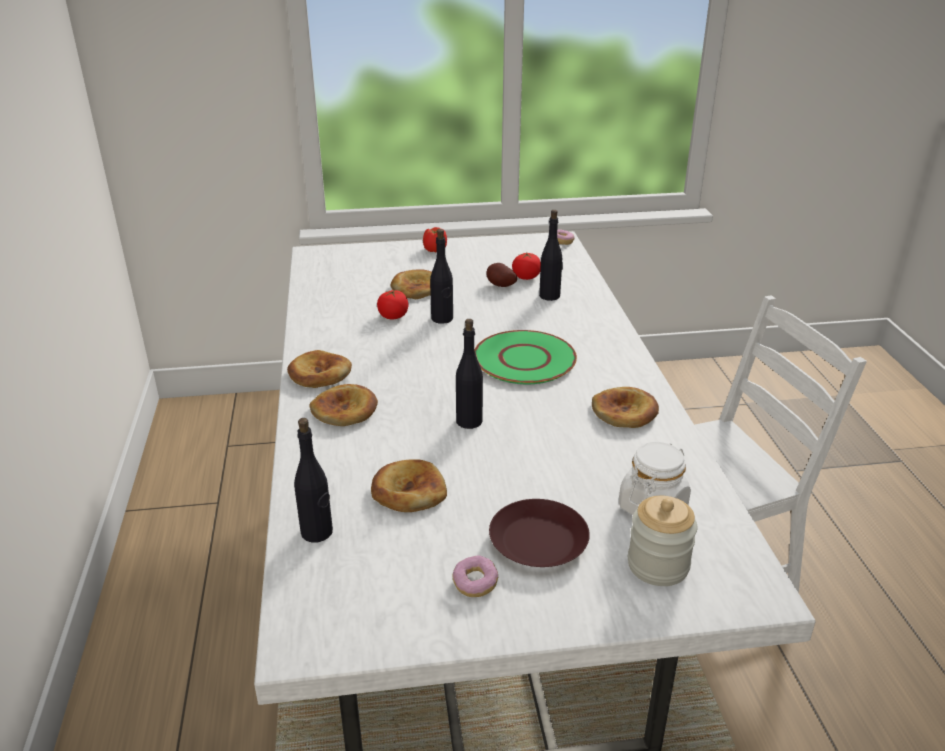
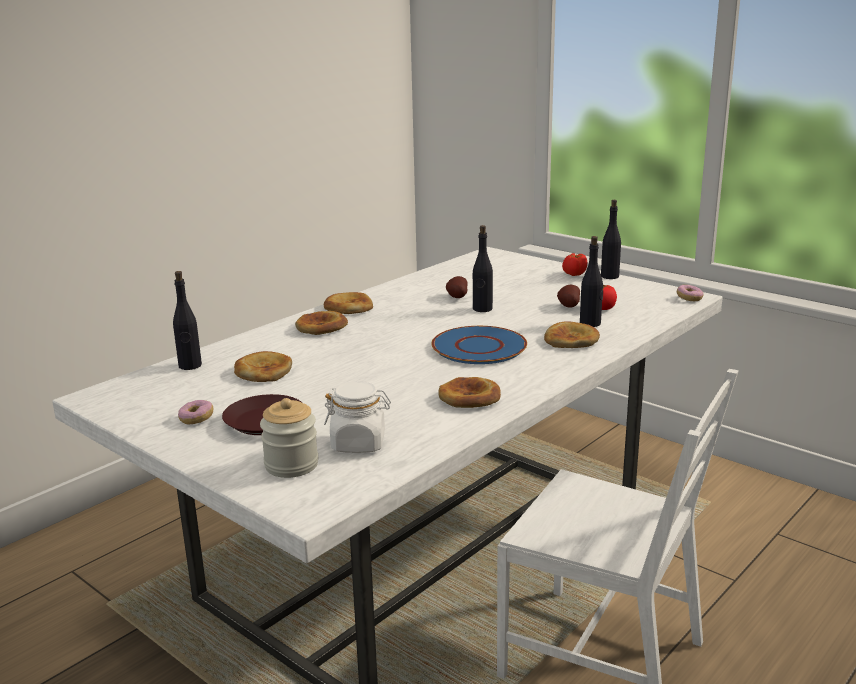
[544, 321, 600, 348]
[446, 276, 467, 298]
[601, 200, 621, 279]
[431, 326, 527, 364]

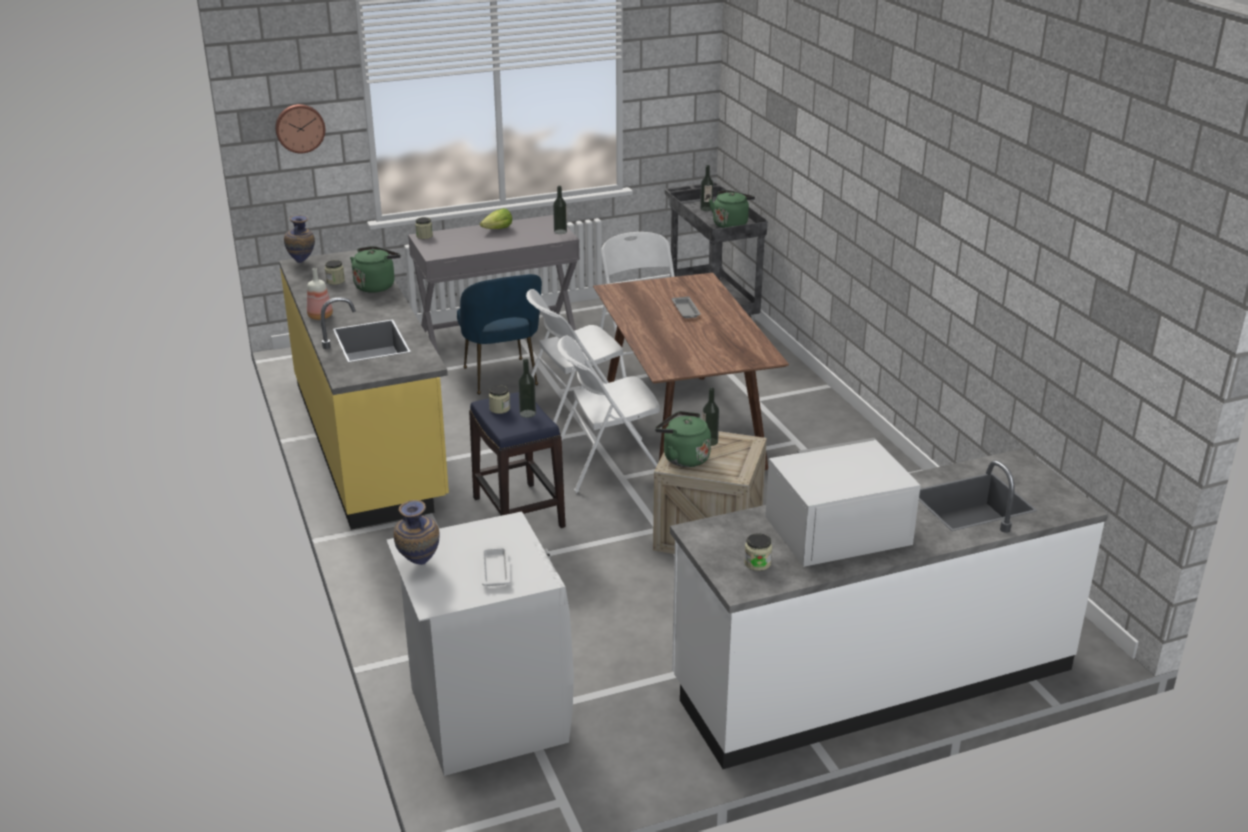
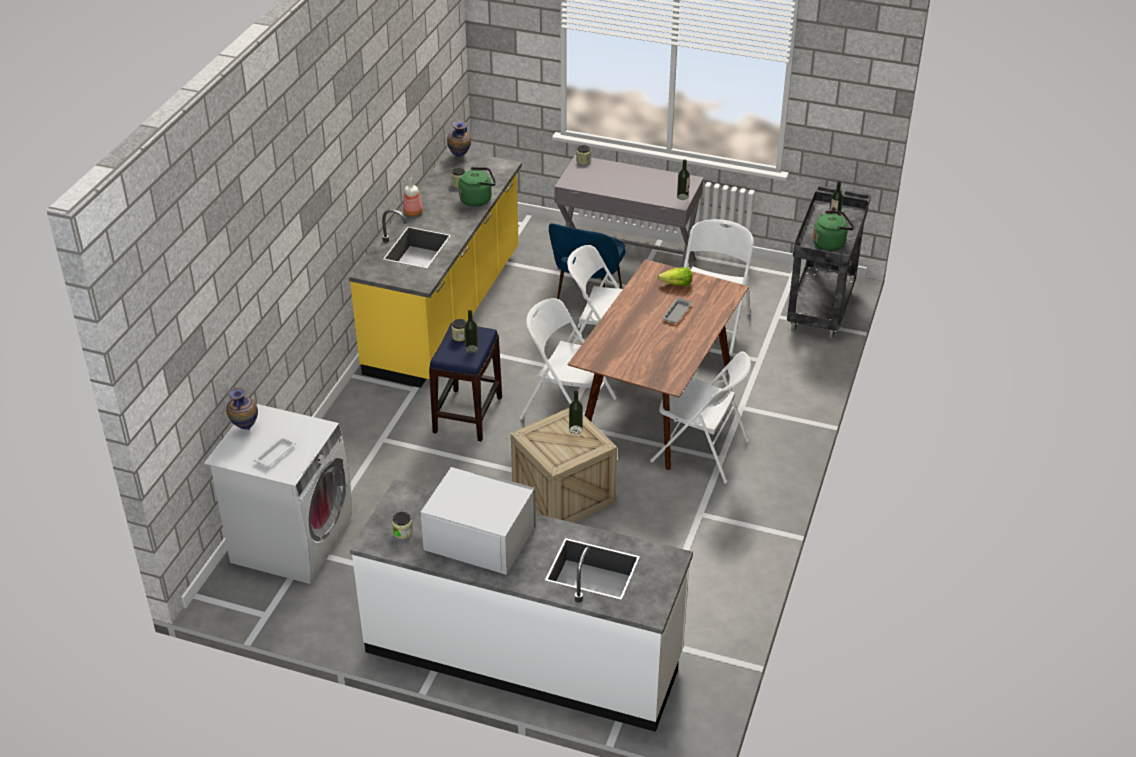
[275, 104, 325, 153] (first image)
[658, 267, 692, 286]
[655, 411, 711, 467] (first image)
[650, 351, 751, 484]

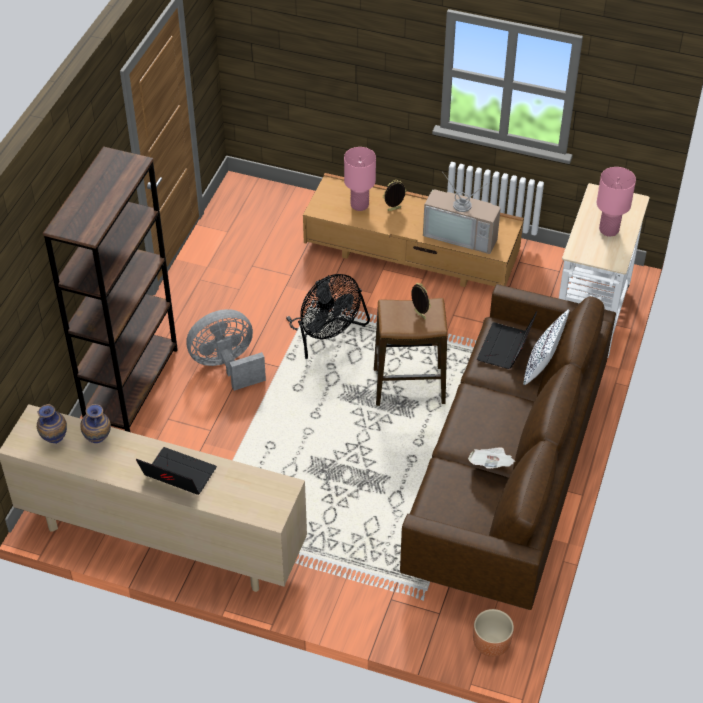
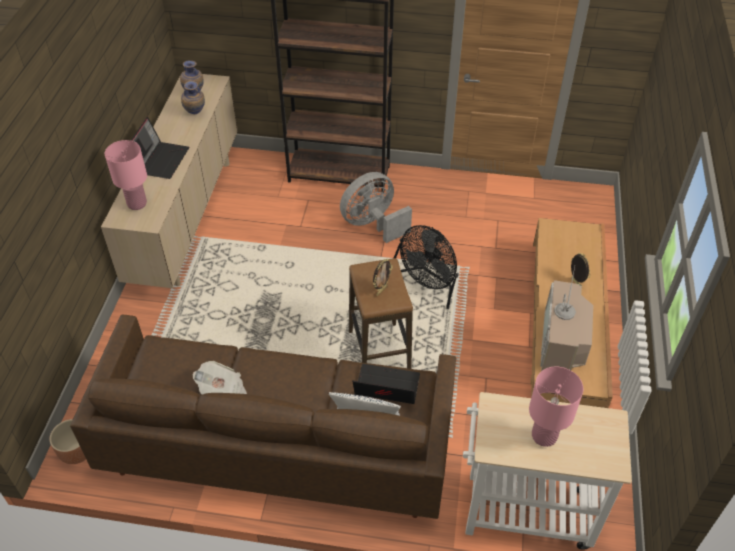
[105, 140, 147, 210]
[340, 172, 412, 243]

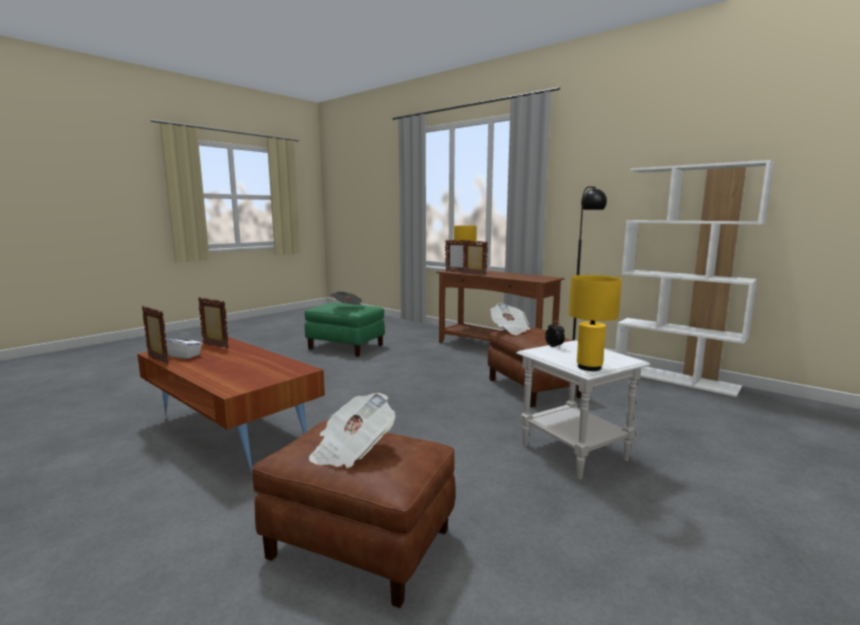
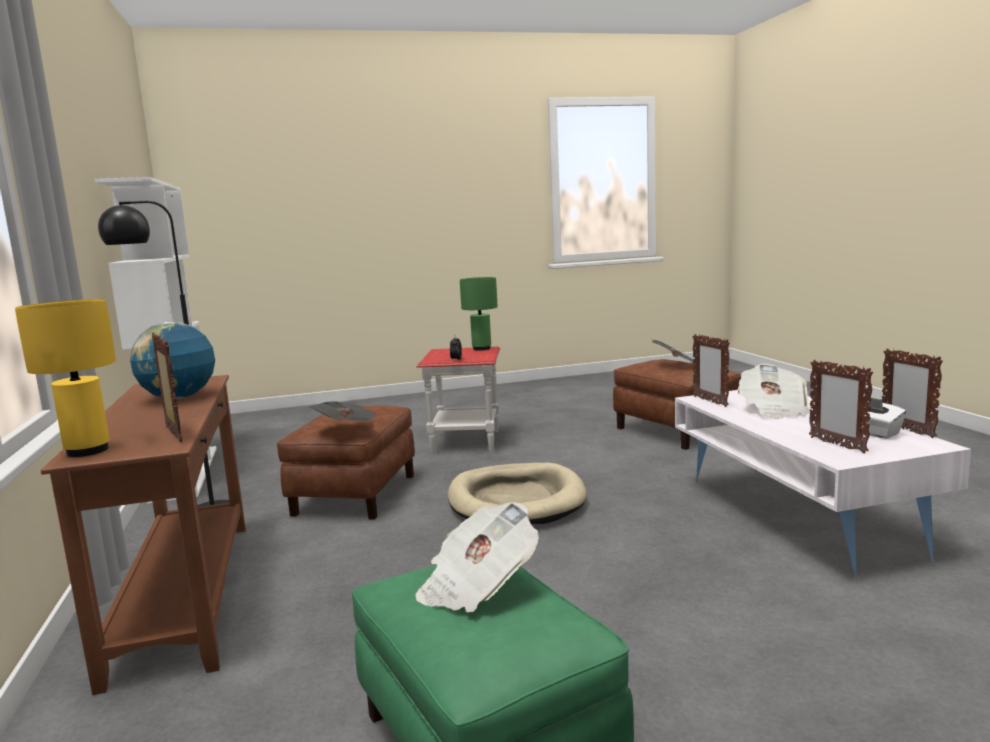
[693, 334, 730, 407]
[460, 277, 497, 351]
[675, 390, 971, 583]
[416, 347, 500, 454]
[130, 322, 215, 399]
[738, 364, 808, 420]
[448, 463, 587, 524]

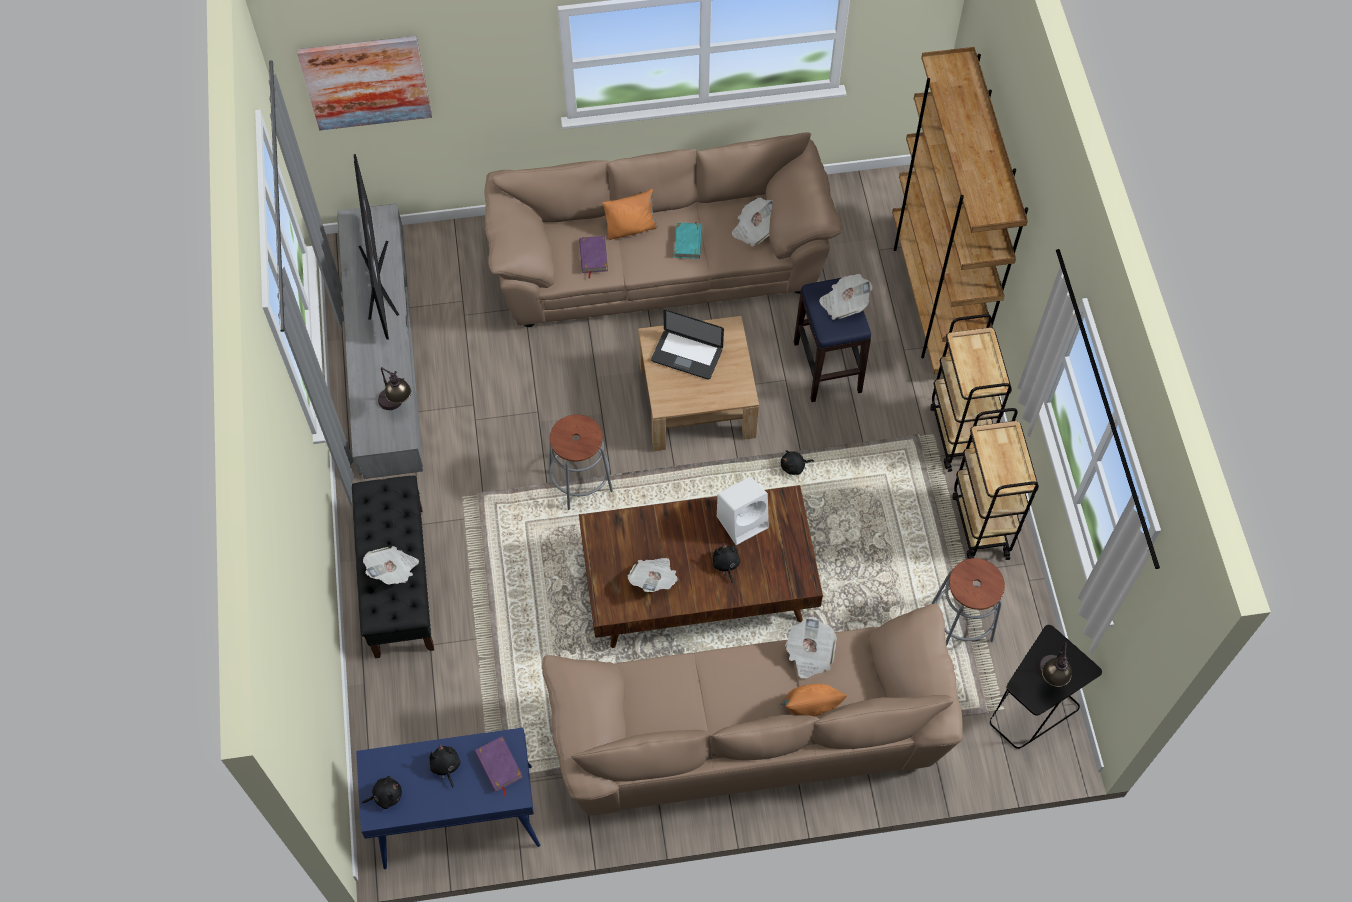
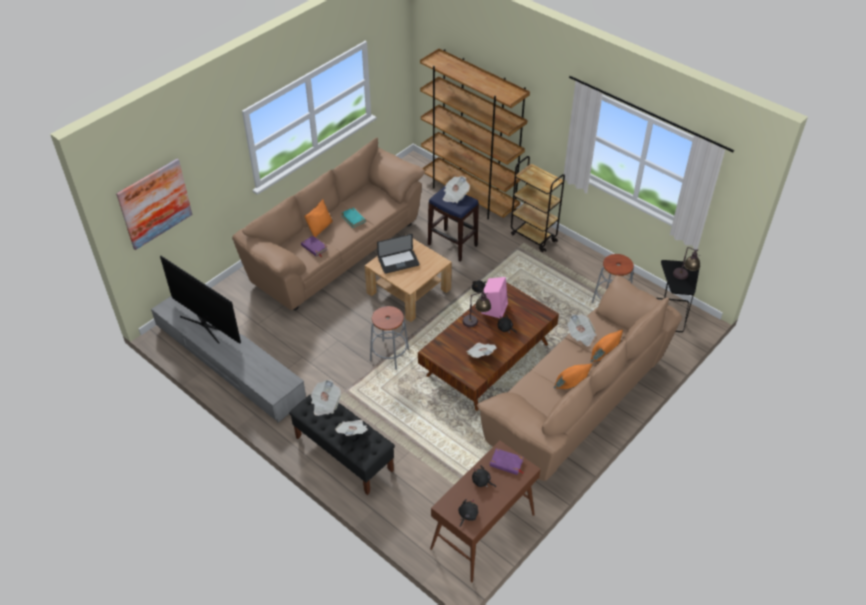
[311, 380, 342, 416]
[462, 290, 491, 327]
[952, 408, 1039, 560] (first image)
[481, 277, 508, 318]
[430, 440, 541, 583]
[554, 364, 592, 389]

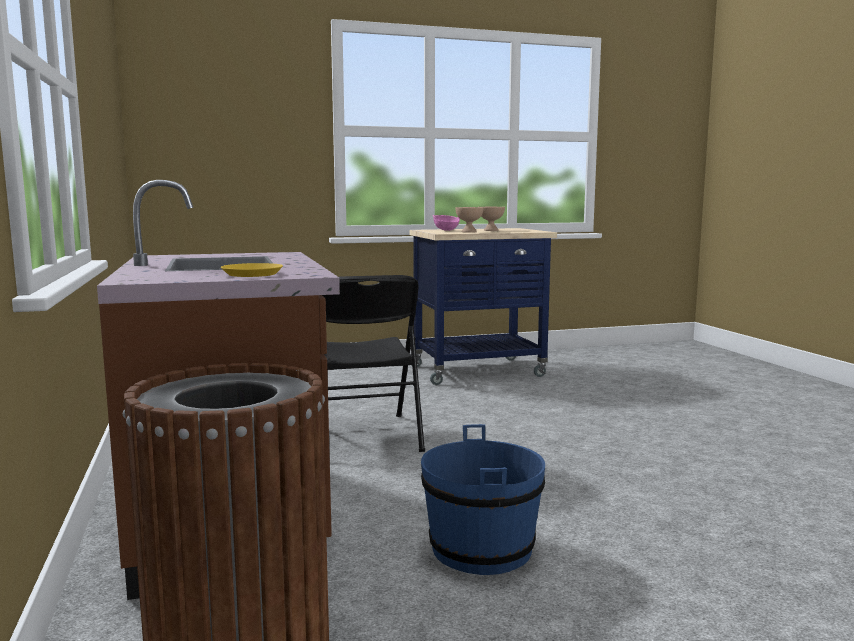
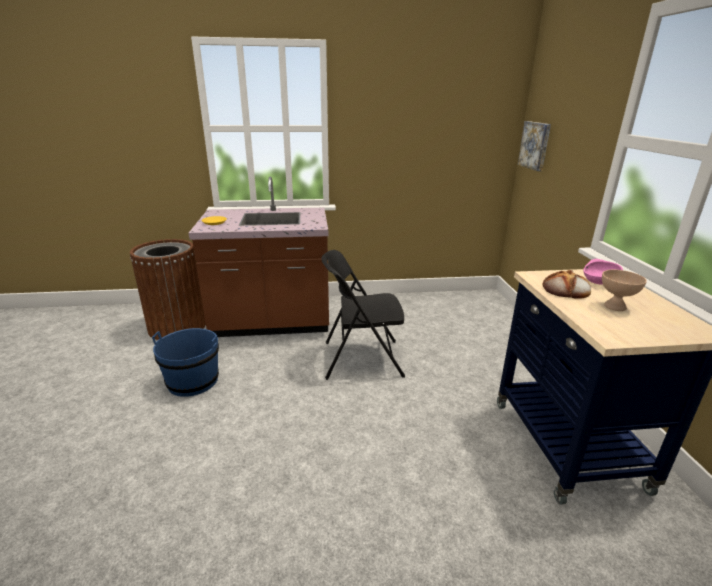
[543, 270, 591, 299]
[518, 121, 551, 171]

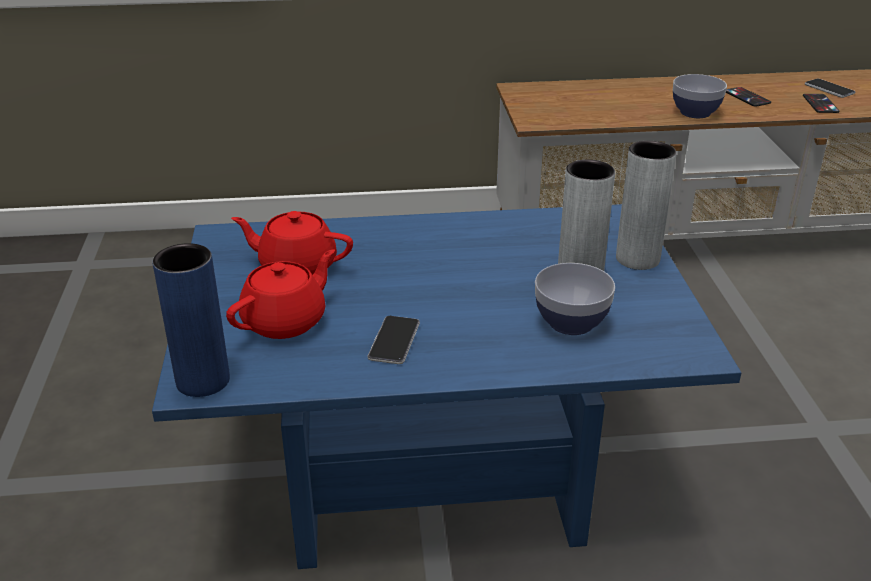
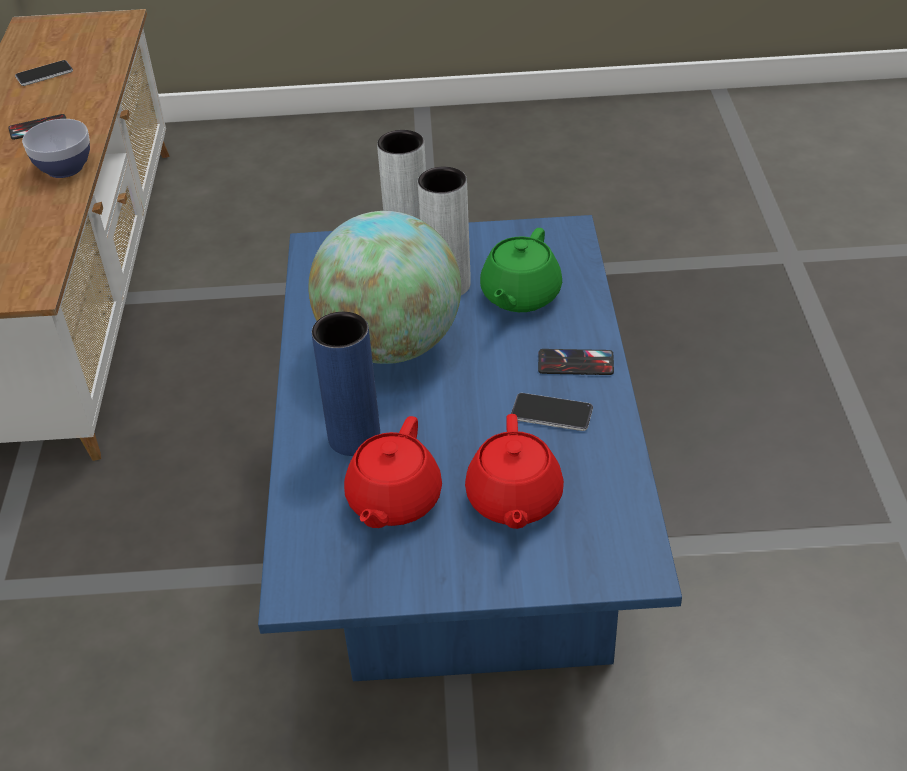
[538, 349, 614, 375]
[312, 312, 380, 456]
[465, 414, 564, 529]
[480, 228, 562, 312]
[309, 211, 461, 364]

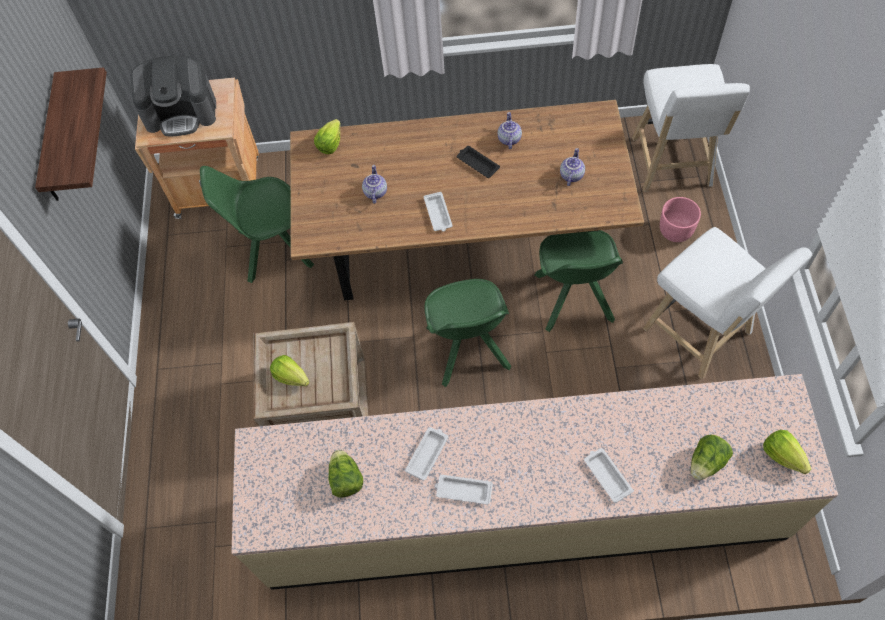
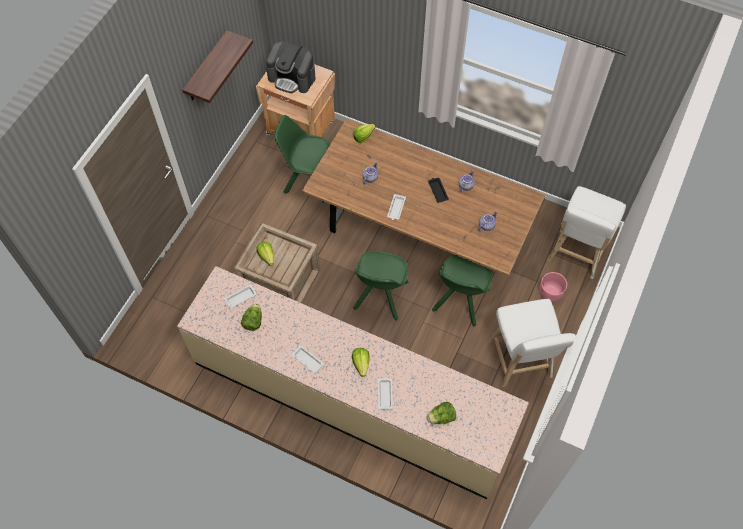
[224, 285, 256, 309]
[352, 348, 370, 377]

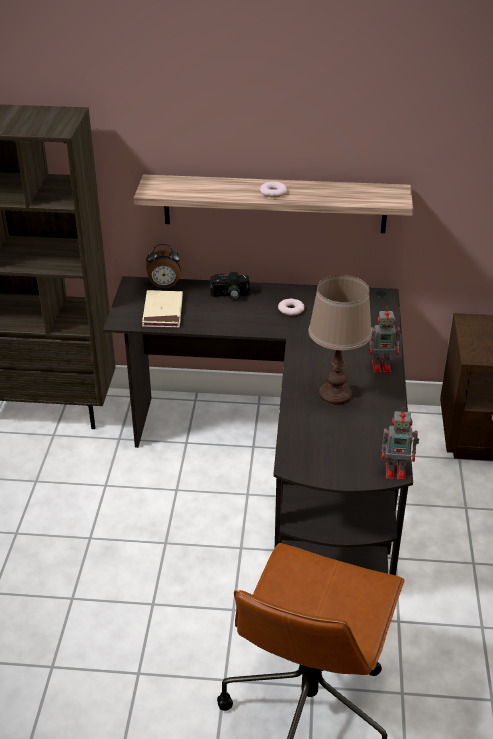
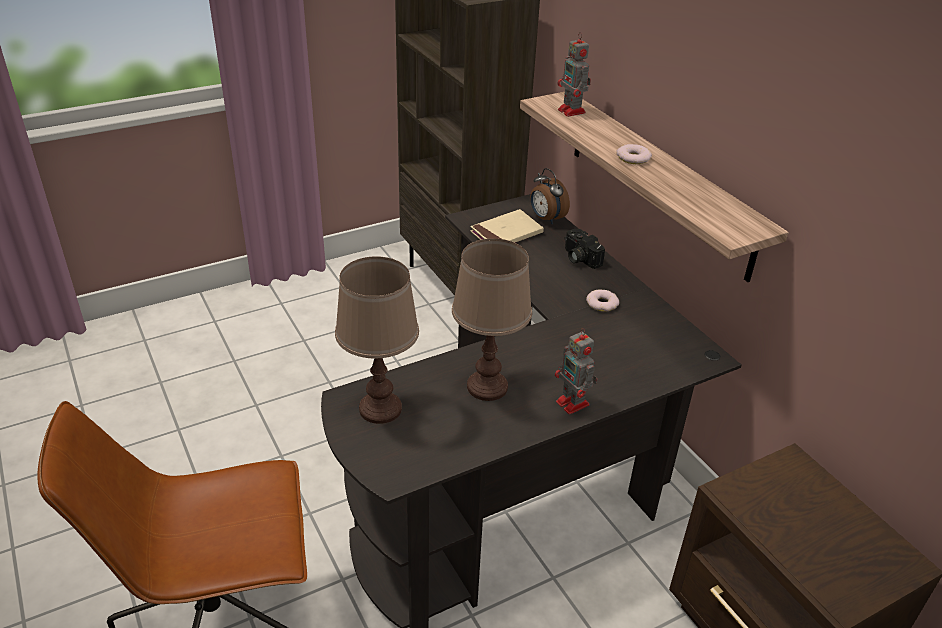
[558, 32, 591, 117]
[335, 256, 419, 424]

